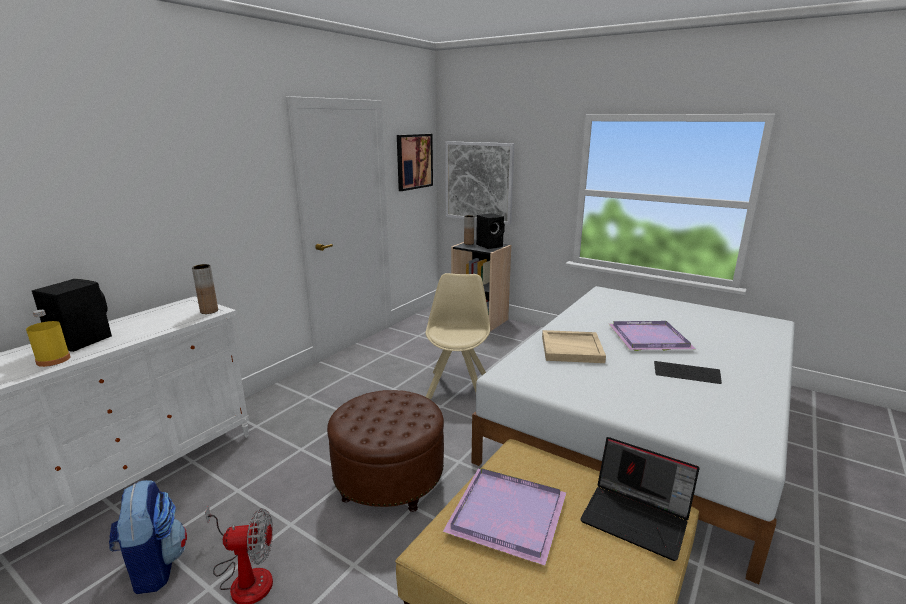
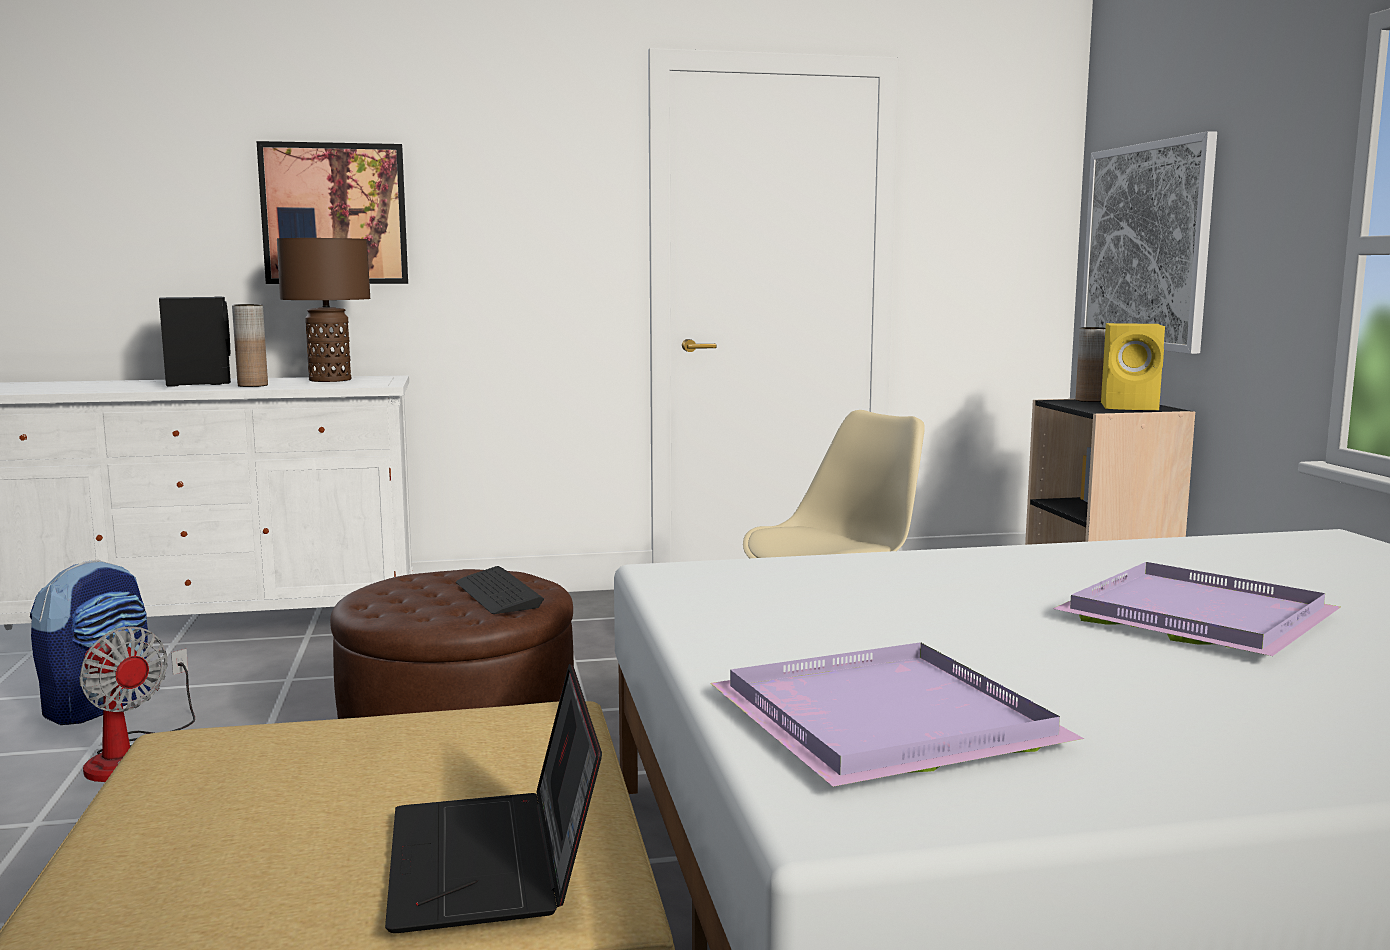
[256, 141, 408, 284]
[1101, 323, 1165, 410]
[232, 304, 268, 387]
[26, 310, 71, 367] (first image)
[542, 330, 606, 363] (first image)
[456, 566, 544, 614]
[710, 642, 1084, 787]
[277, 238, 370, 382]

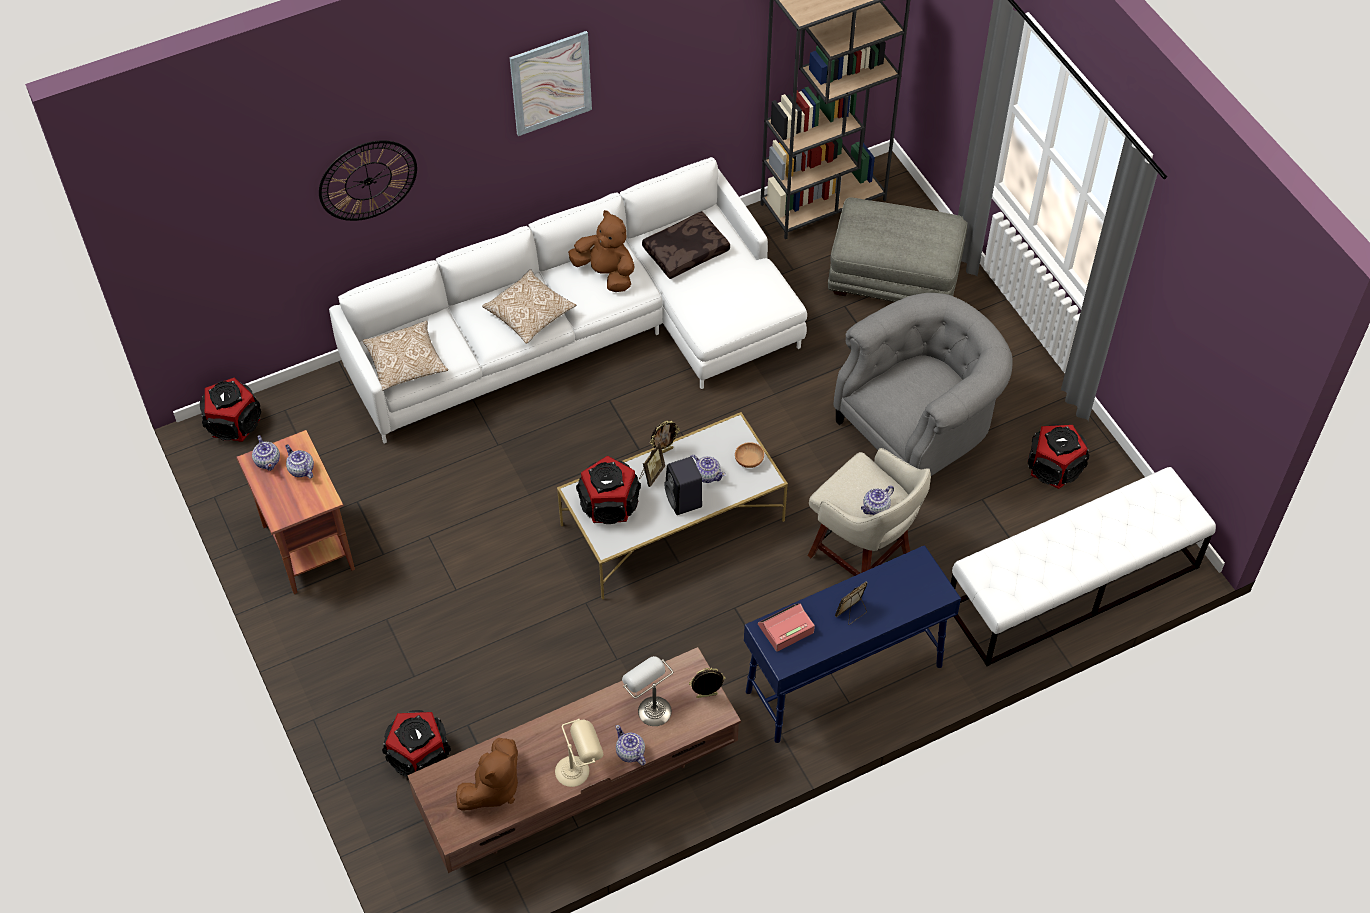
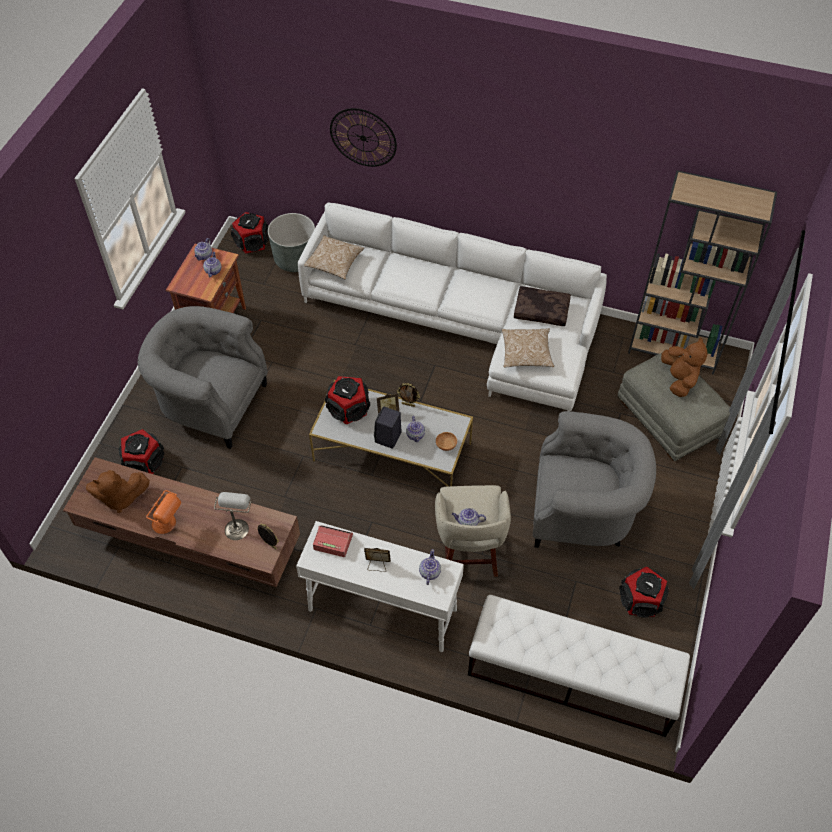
[509, 31, 592, 136] (first image)
[661, 338, 707, 397]
[502, 328, 554, 368]
[296, 521, 464, 652]
[146, 490, 181, 534]
[419, 549, 441, 585]
[268, 213, 315, 272]
[138, 306, 268, 449]

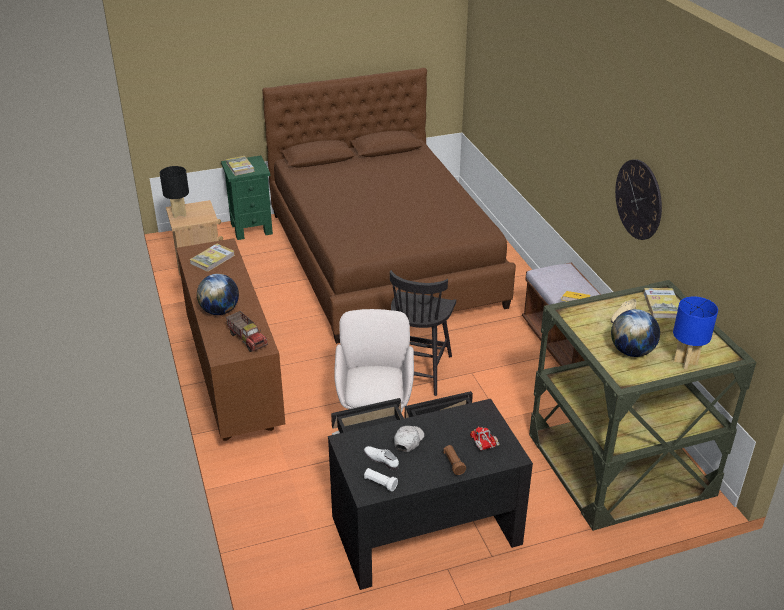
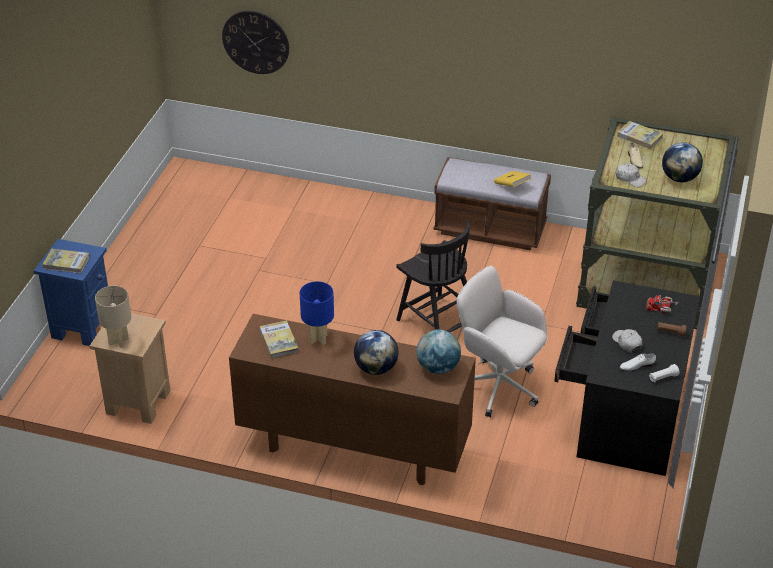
[262, 68, 516, 344] (first image)
[34, 239, 108, 346]
[222, 11, 289, 74]
[95, 286, 132, 348]
[300, 281, 334, 345]
[416, 329, 461, 374]
[616, 163, 647, 187]

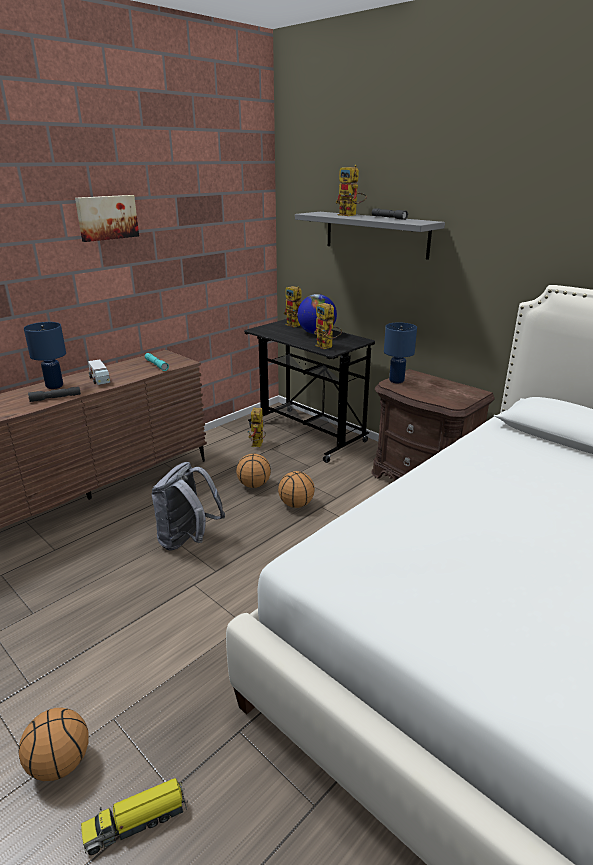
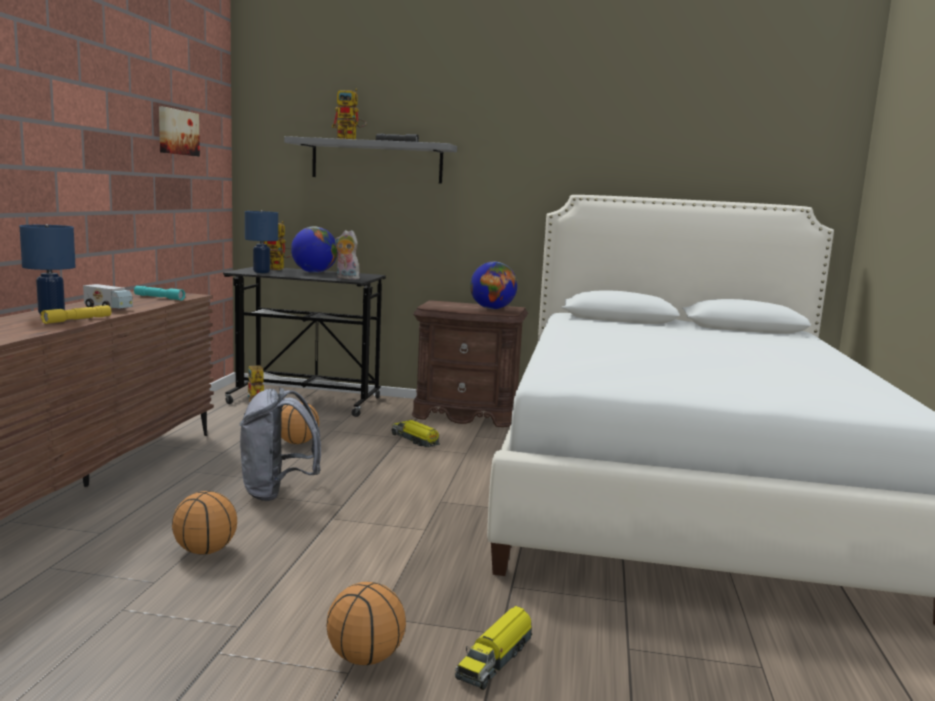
[159, 106, 200, 156]
[335, 230, 360, 280]
[245, 211, 278, 273]
[41, 305, 111, 324]
[172, 491, 237, 555]
[470, 261, 517, 309]
[392, 420, 440, 447]

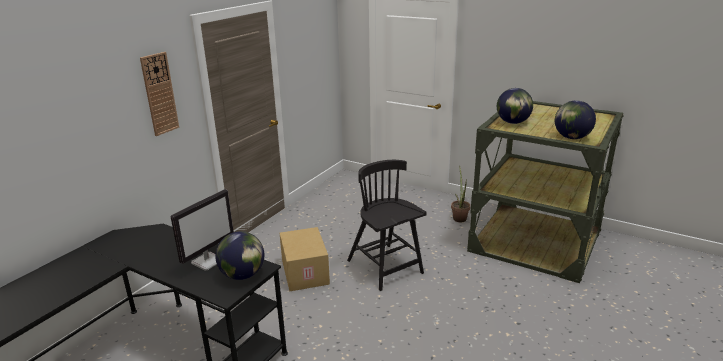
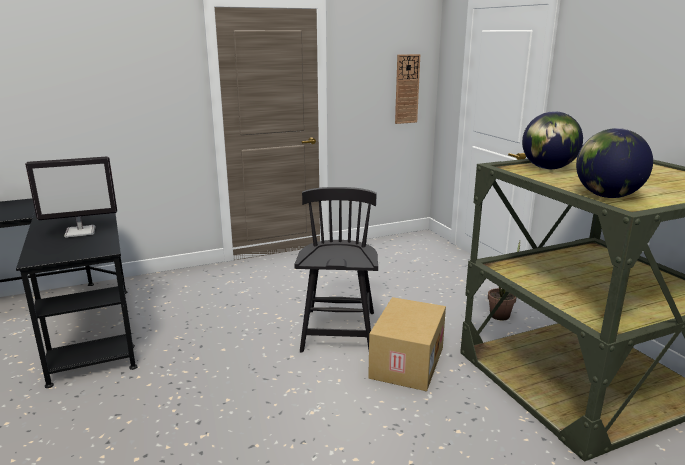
[395, 54, 420, 124]
[368, 297, 446, 391]
[215, 231, 264, 280] (first image)

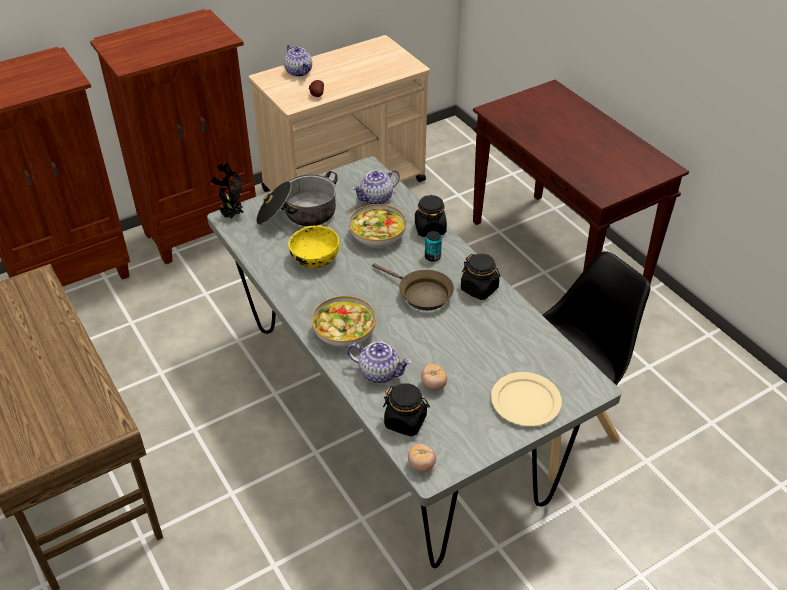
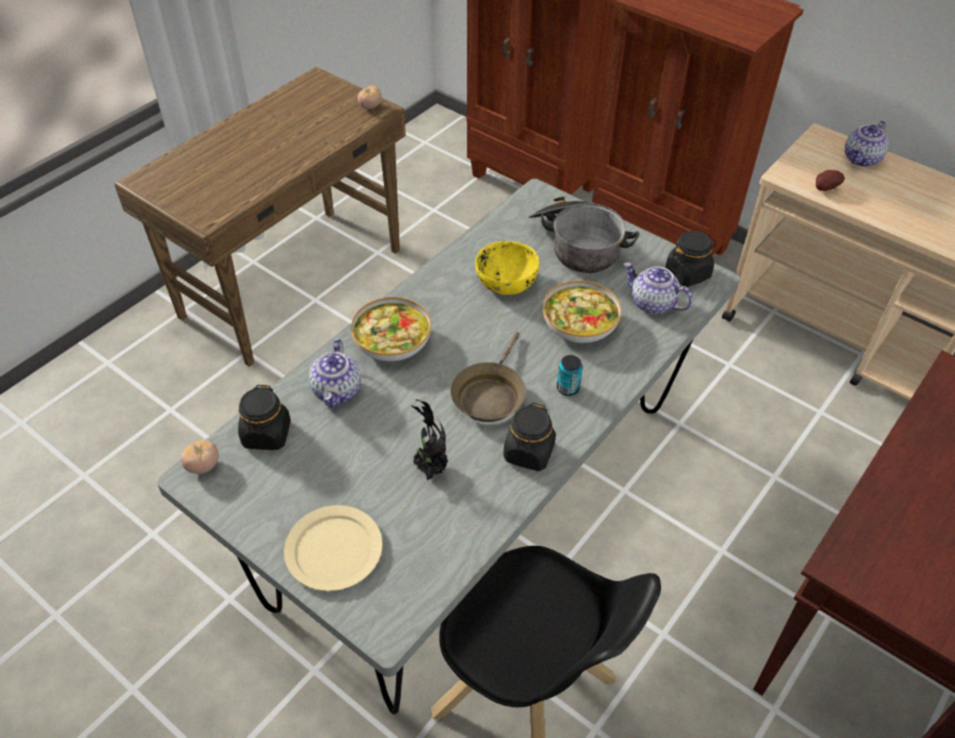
[411, 399, 448, 480]
[665, 231, 716, 287]
[358, 86, 382, 109]

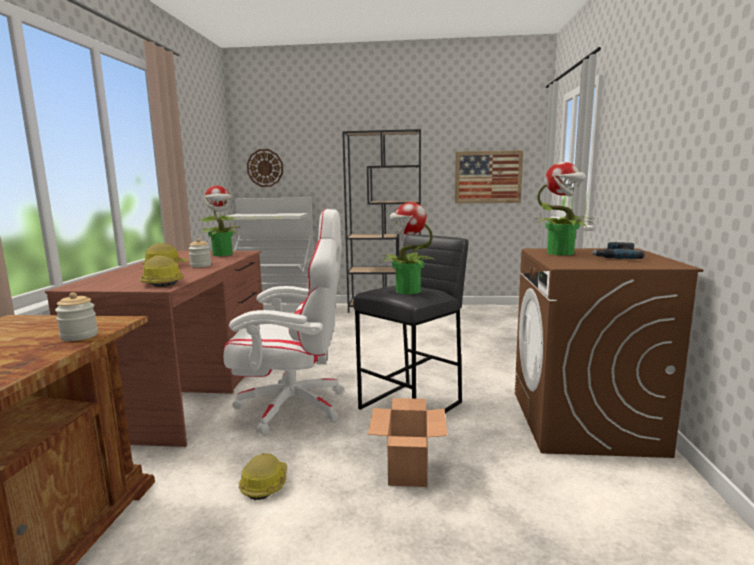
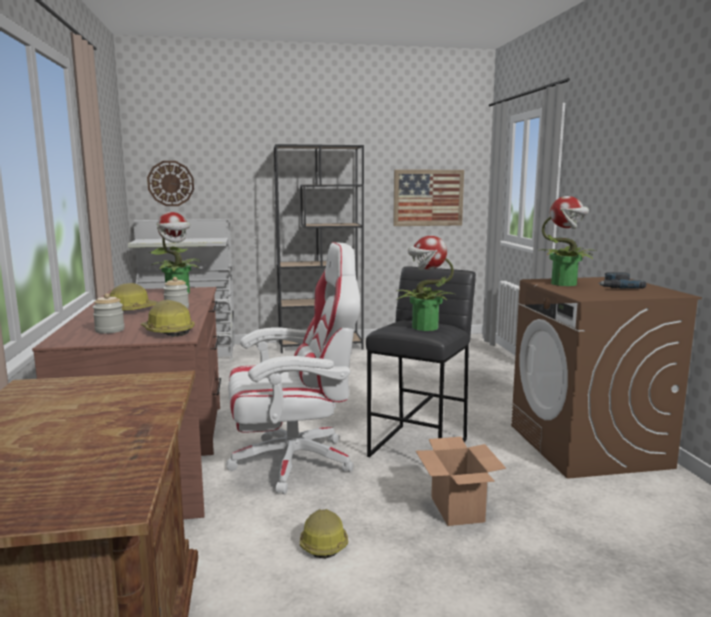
[93, 293, 125, 334]

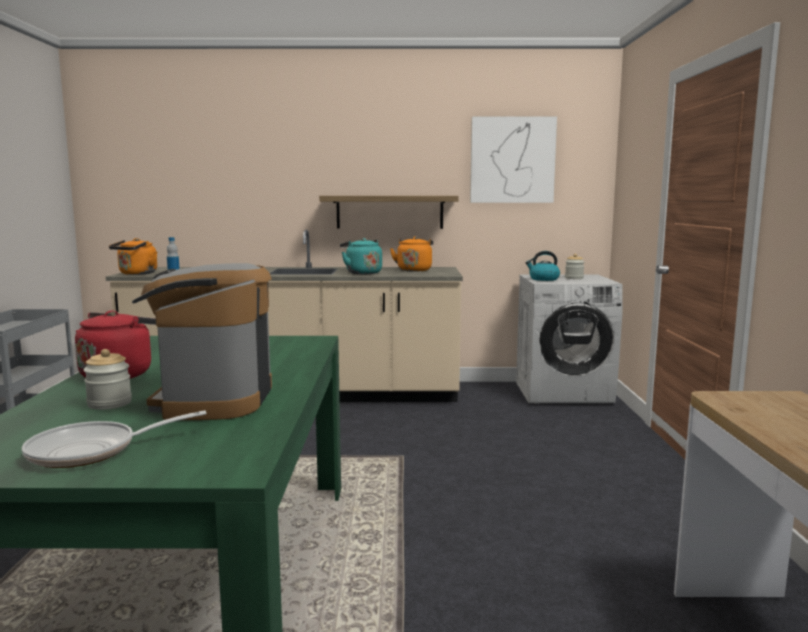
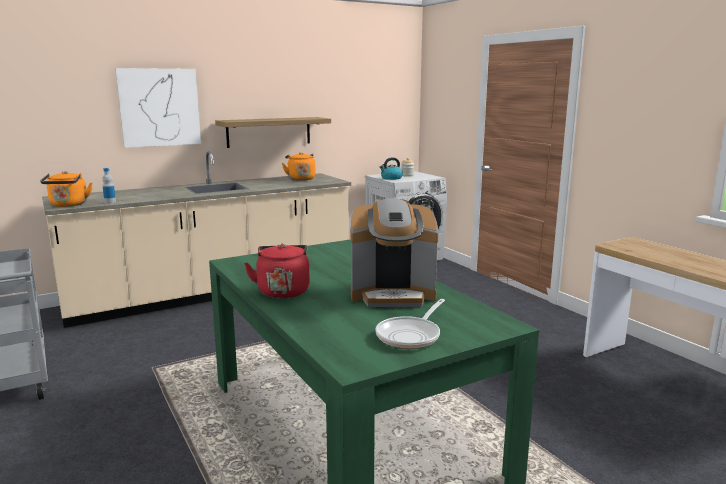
[115, 68, 201, 148]
[340, 238, 382, 274] (first image)
[350, 198, 439, 307]
[83, 349, 132, 410] (first image)

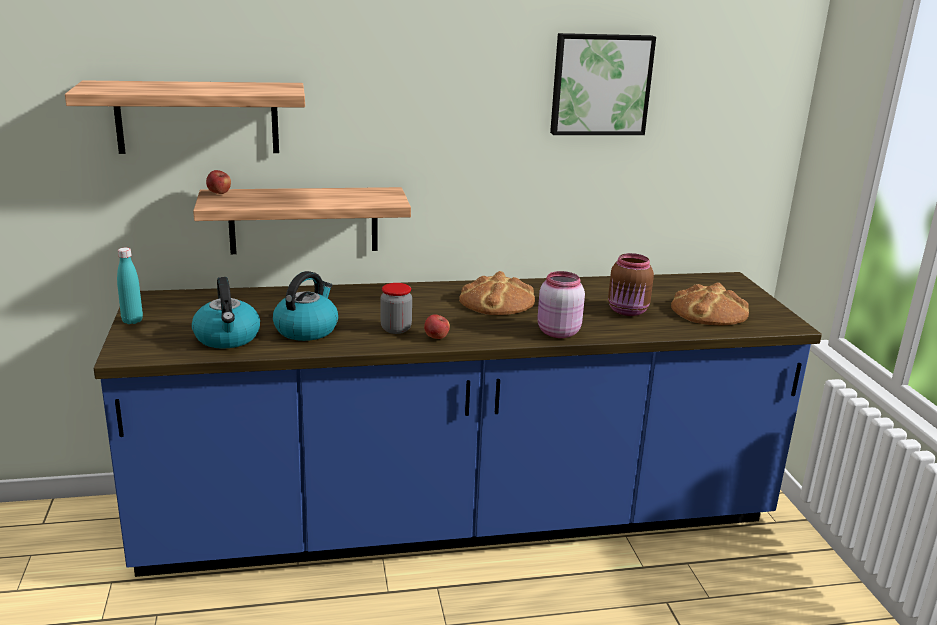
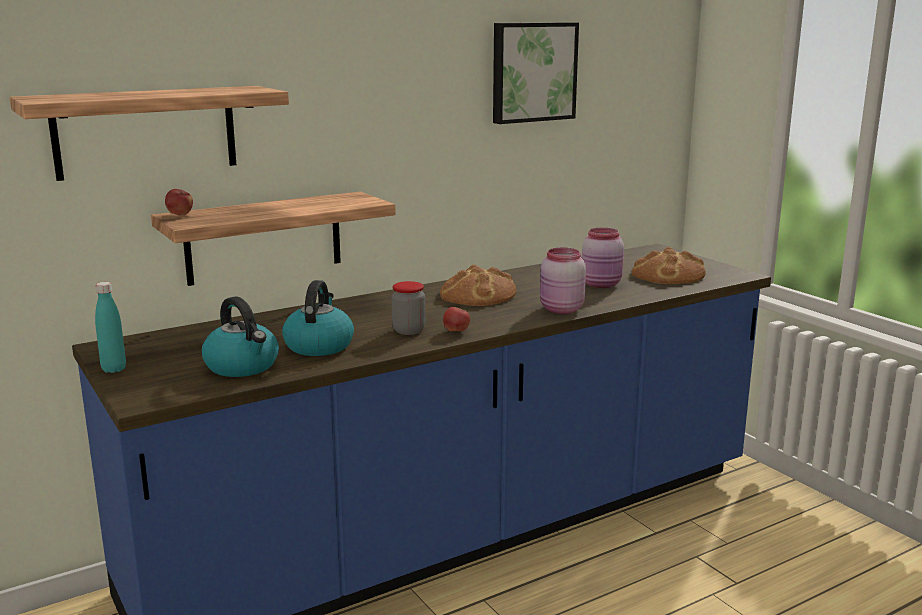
[582, 228, 624, 288]

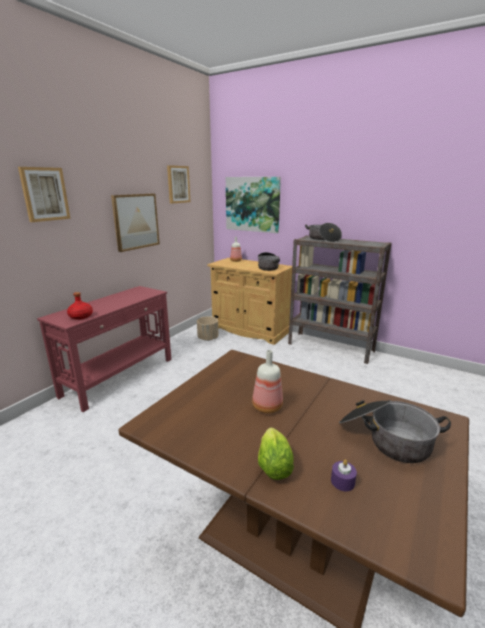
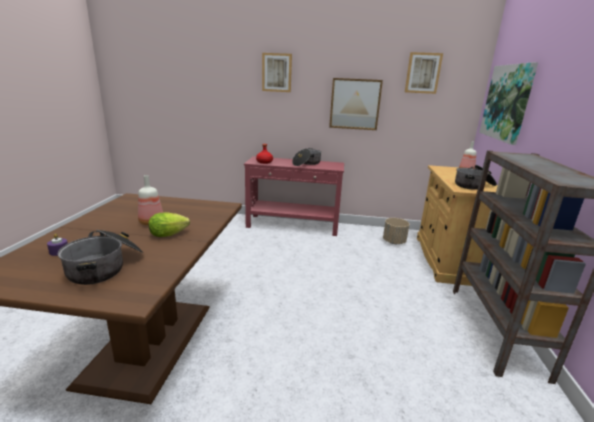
[292, 148, 322, 166]
[148, 213, 190, 237]

